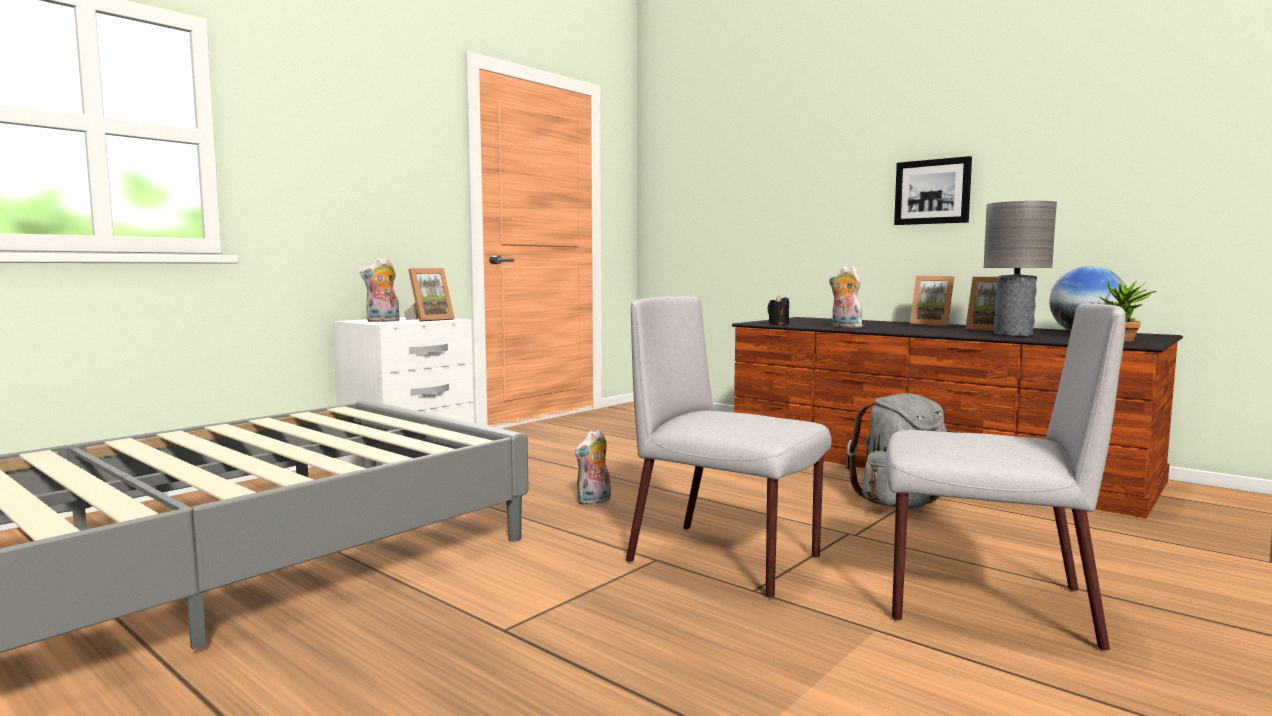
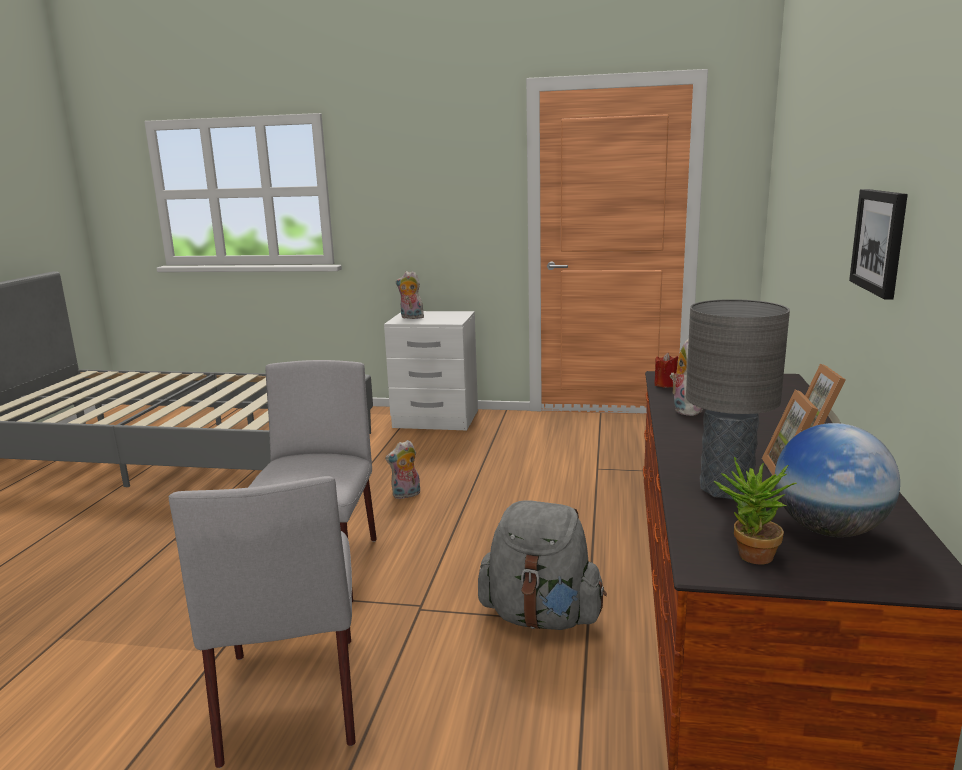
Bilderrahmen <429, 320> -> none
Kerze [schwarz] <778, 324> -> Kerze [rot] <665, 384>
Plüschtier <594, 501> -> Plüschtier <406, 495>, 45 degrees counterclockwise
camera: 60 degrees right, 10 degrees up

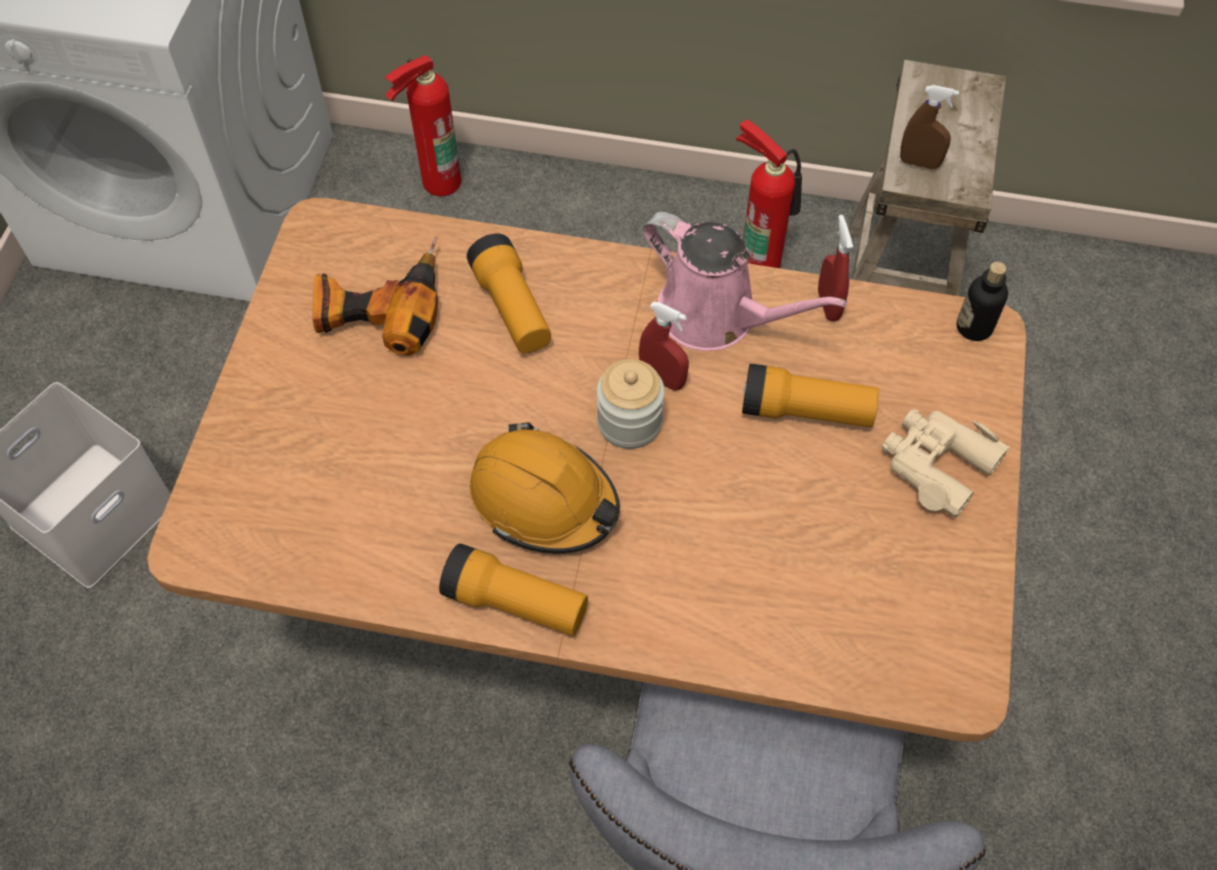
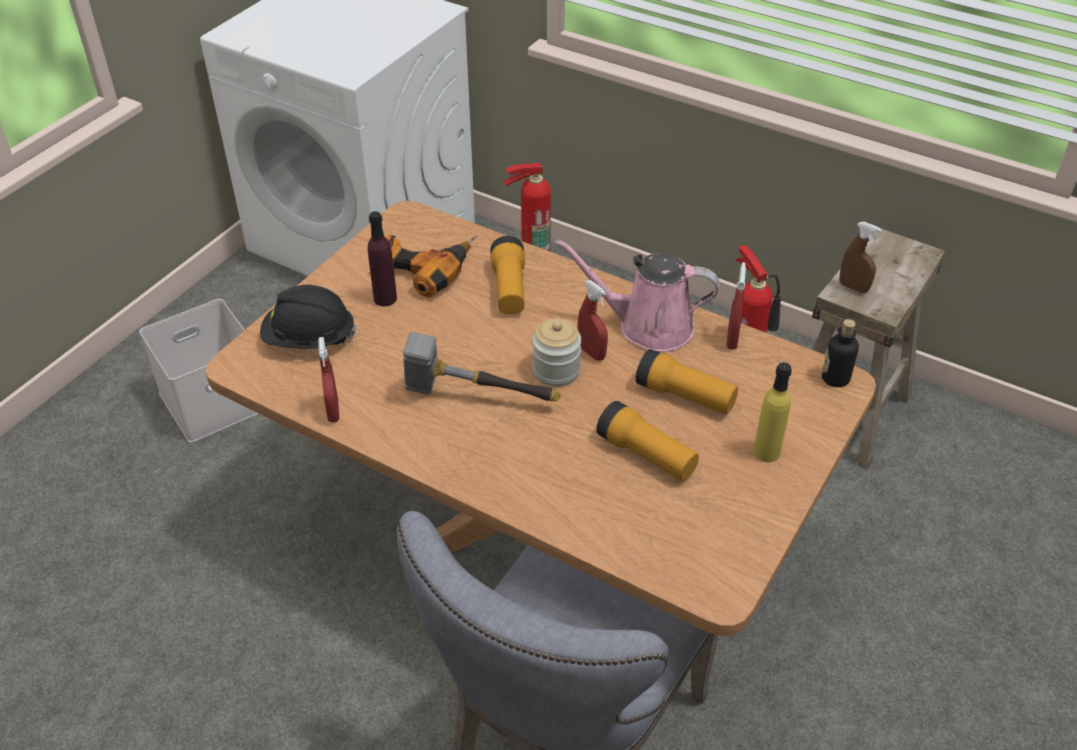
Gießkanne [rosa] <716, 316> -> Gießkanne [rosa] <648, 326>, 135 degrees clockwise
Fernglas [beige] <936, 464> -> Flasche [gelb] <766, 452>
Schutzhelm [orange] <544, 499> -> Hammer <475, 399>
Taschenlampe <515, 602> -> Taschenlampe <646, 455>, relocated
none -> Flasche [lila] <385, 298>
none -> Schutzhelm [schwarz] <309, 339>
none -> Sprühflasche [rot] <333, 411>
camera: 20 degrees right, 15 degrees down

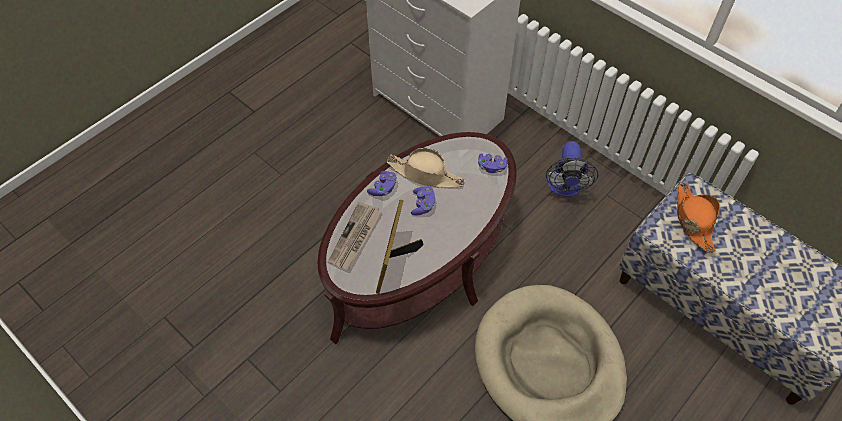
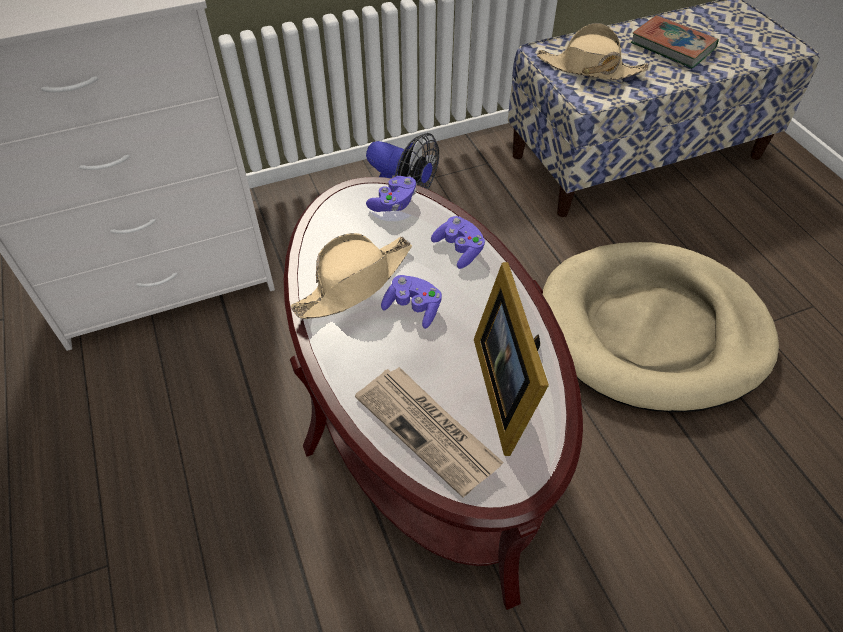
Gamepad [lila] <383, 188> -> Gamepad [lila] <459, 250>, relocated
Hut [orange] <693, 220> -> Hut [beige] <589, 68>
Bilderrahmen <395, 261> -> Bilderrahmen <507, 387>, 45 degrees clockwise
none -> Buch <672, 46>
camera: 65 degrees left, 5 degrees down

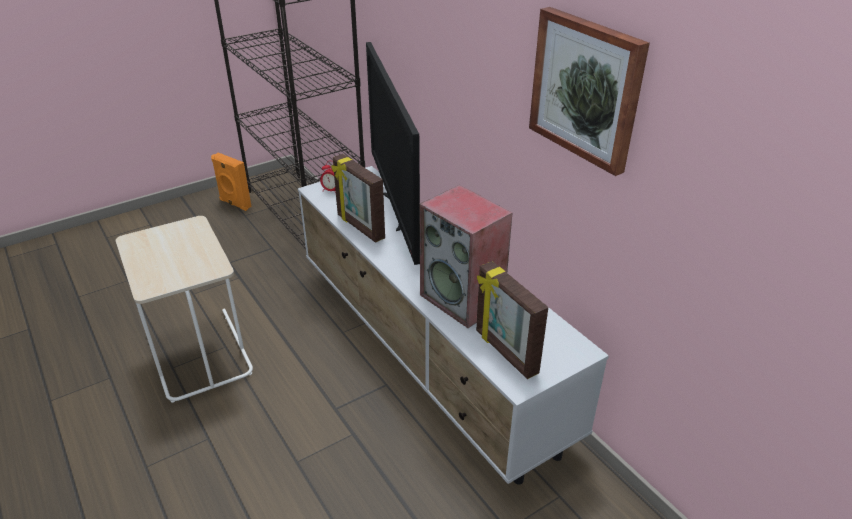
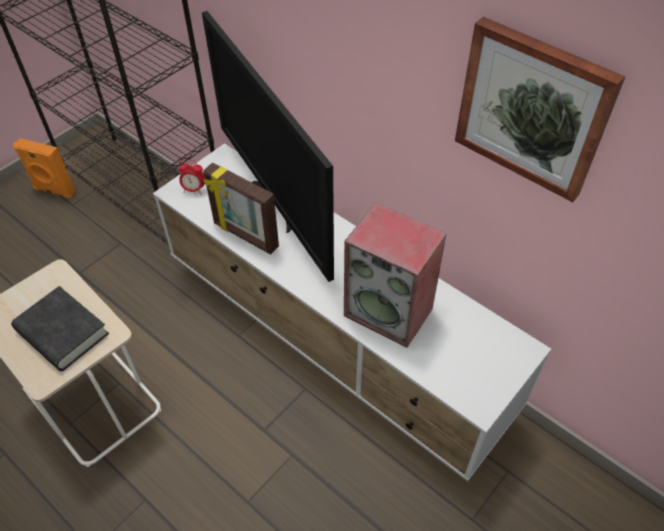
Bilderrahmen <505, 352> -> none
none -> Buch [schwarz] <62, 333>
camera: 15 degrees left, 15 degrees up

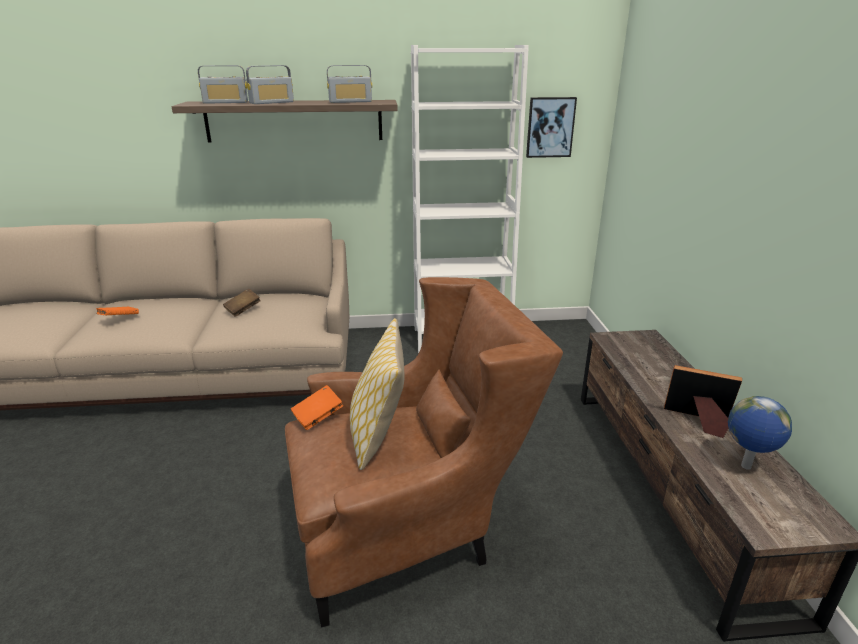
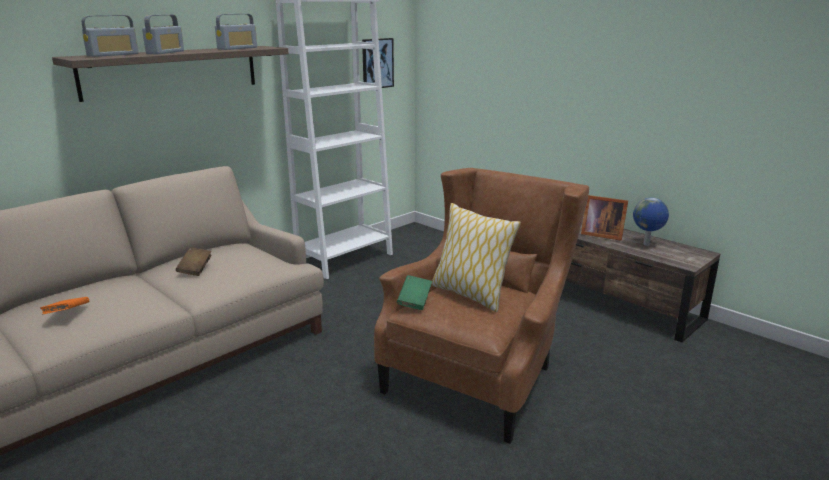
Bilderrahmen <697, 422> -> Bilderrahmen <600, 234>, 135 degrees counterclockwise
Buch [orange] <318, 417> -> Buch [grün] <414, 301>
camera: 40 degrees left, 5 degrees down

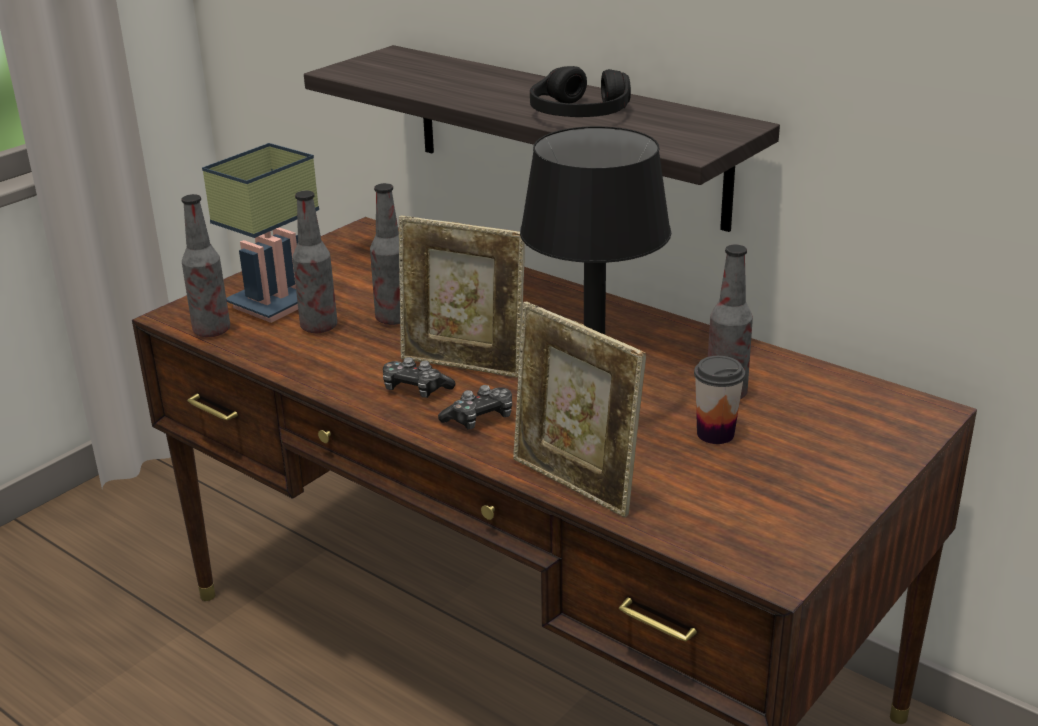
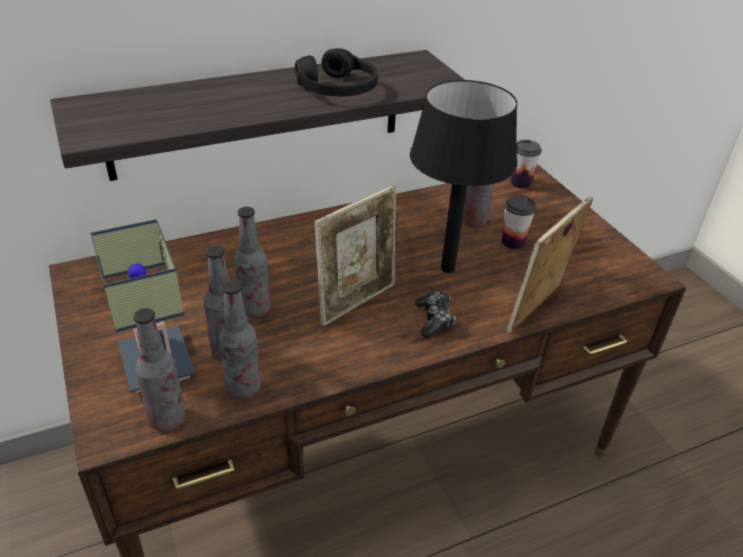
Bilderrahmen <575, 485> -> Bilderrahmen <537, 310>, 150 degrees clockwise
Gamepad <415, 389> -> none
none -> Tasse <520, 183>
none -> Flasche <243, 388>
camera: 65 degrees left, 10 degrees up

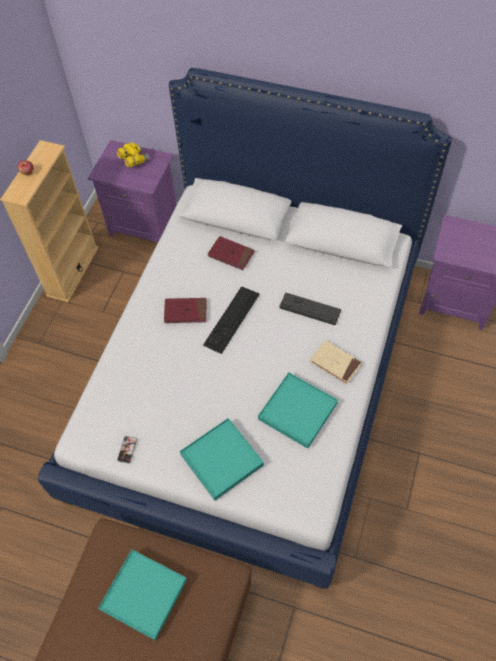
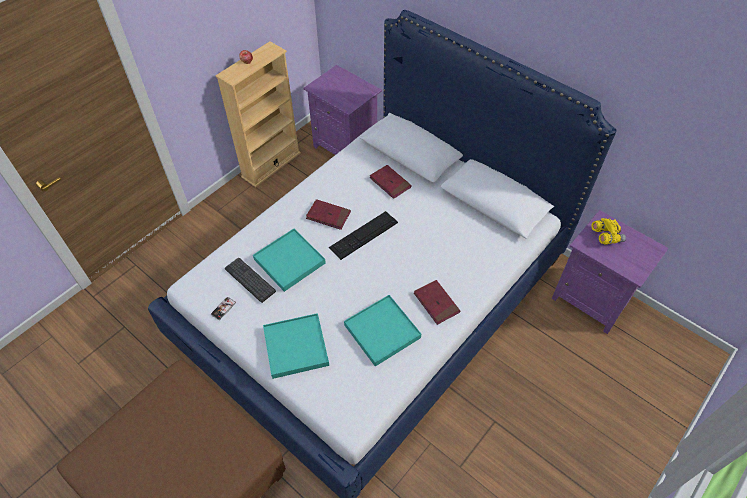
Fernglas [gelb] <134, 160> -> Fernglas [gelb] <605, 236>, relocated
Tastatur <310, 309> -> Tastatur <250, 280>, relocated
Buch [beige] <335, 363> -> Buch [rot] <436, 303>
Tablett [türkis] <144, 594> -> Tablett [türkis] <289, 261>, relocated
camera: 20 degrees right, 5 degrees down

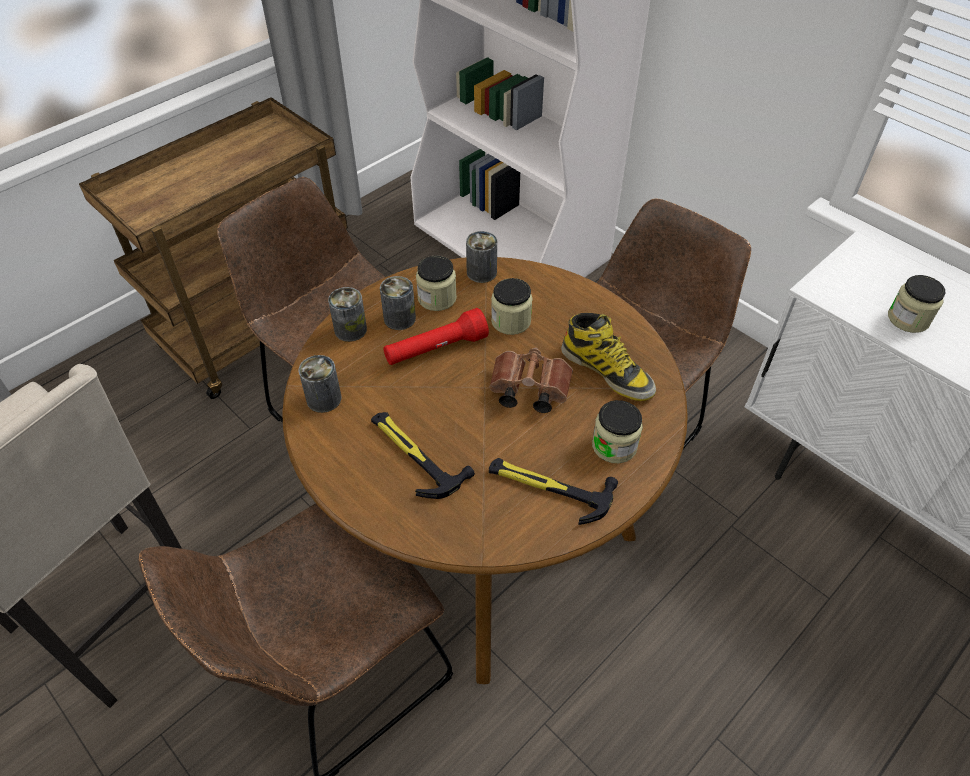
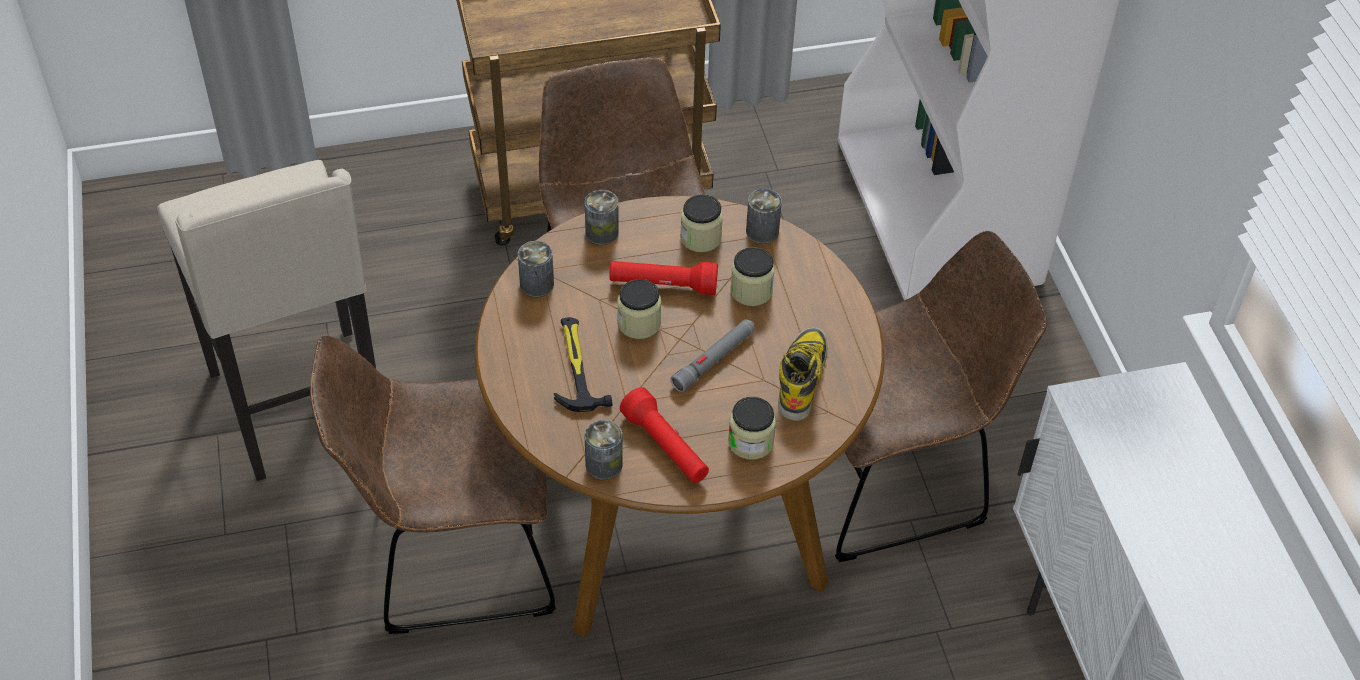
Vorratsglas <908, 319> -> Vorratsglas <639, 323>, relocated
Dose <399, 318> -> Dose <604, 464>, relocated
Stiefel <607, 371> -> Stiefel <801, 377>, 150 degrees counterclockwise
Fernglas [braun] <527, 390> -> Taschenlampe [grau] <714, 360>
Hammer <549, 488> -> Taschenlampe [rot] <666, 447>
camera: 30 degrees right, 0 degrees up

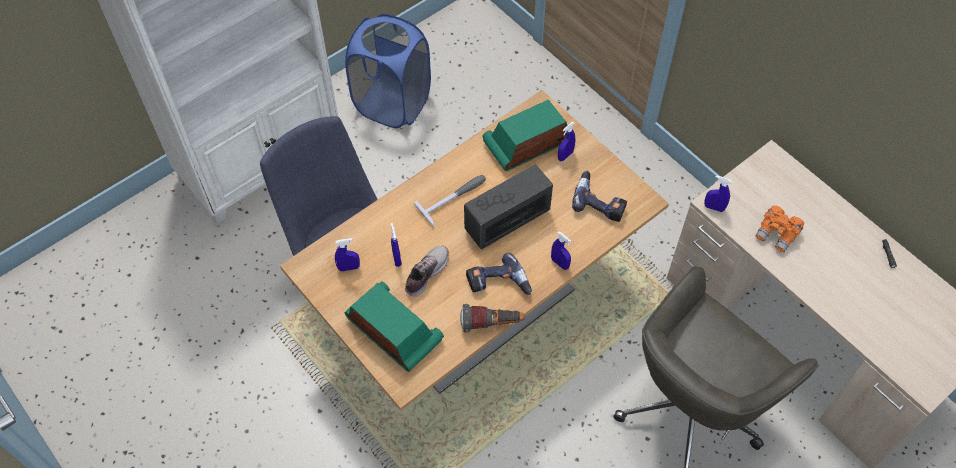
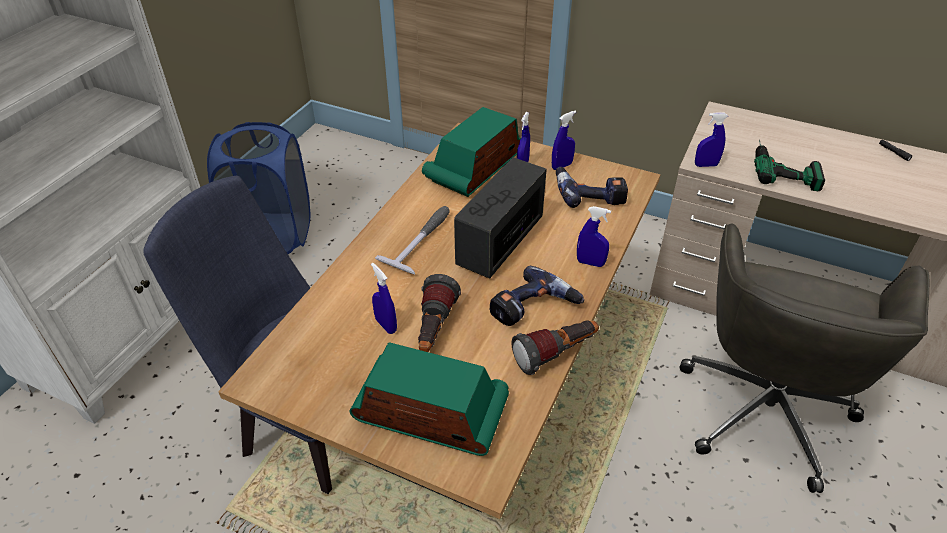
Fernglas [orange] <777, 234> -> Bohrmaschine <783, 167>
Sprühflasche [blau] <349, 268> -> Sprühflasche [blau] <562, 166>, relocated
Schuh <425, 274> -> Taschenlampe <434, 329>
camera: 25 degrees left, 15 degrees down

